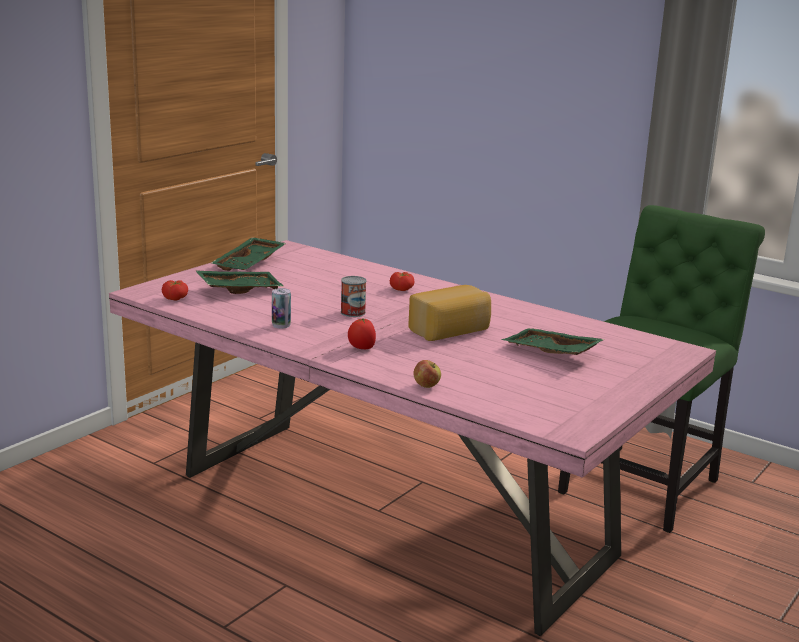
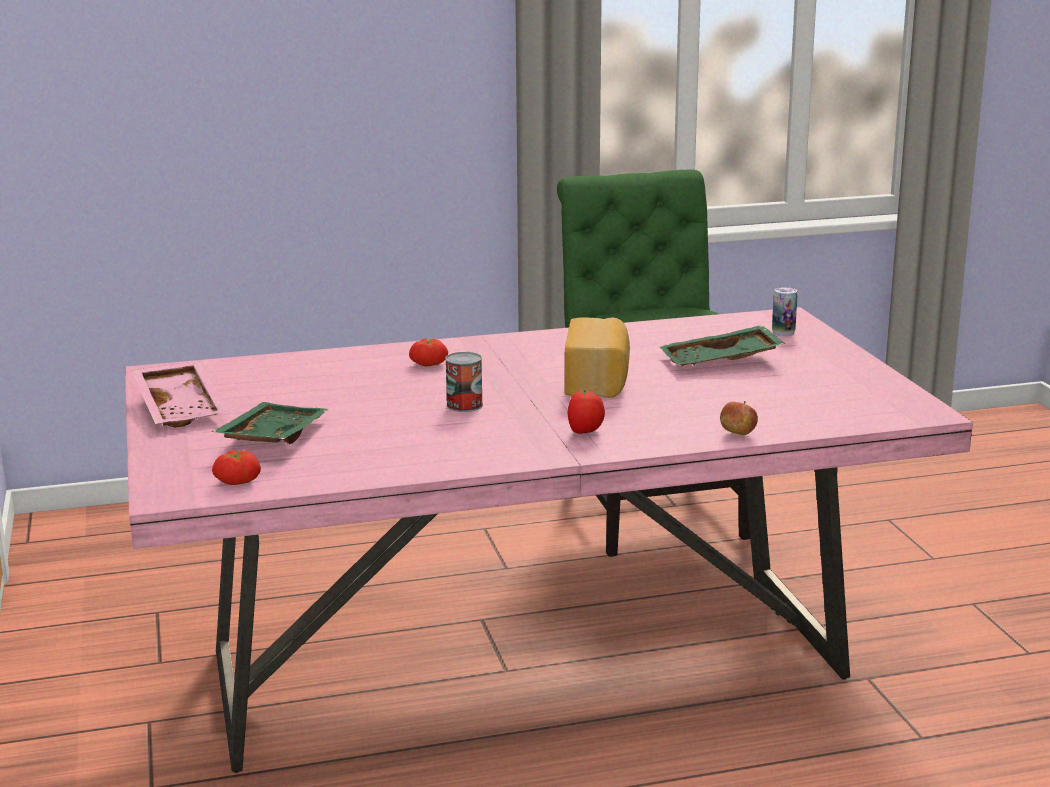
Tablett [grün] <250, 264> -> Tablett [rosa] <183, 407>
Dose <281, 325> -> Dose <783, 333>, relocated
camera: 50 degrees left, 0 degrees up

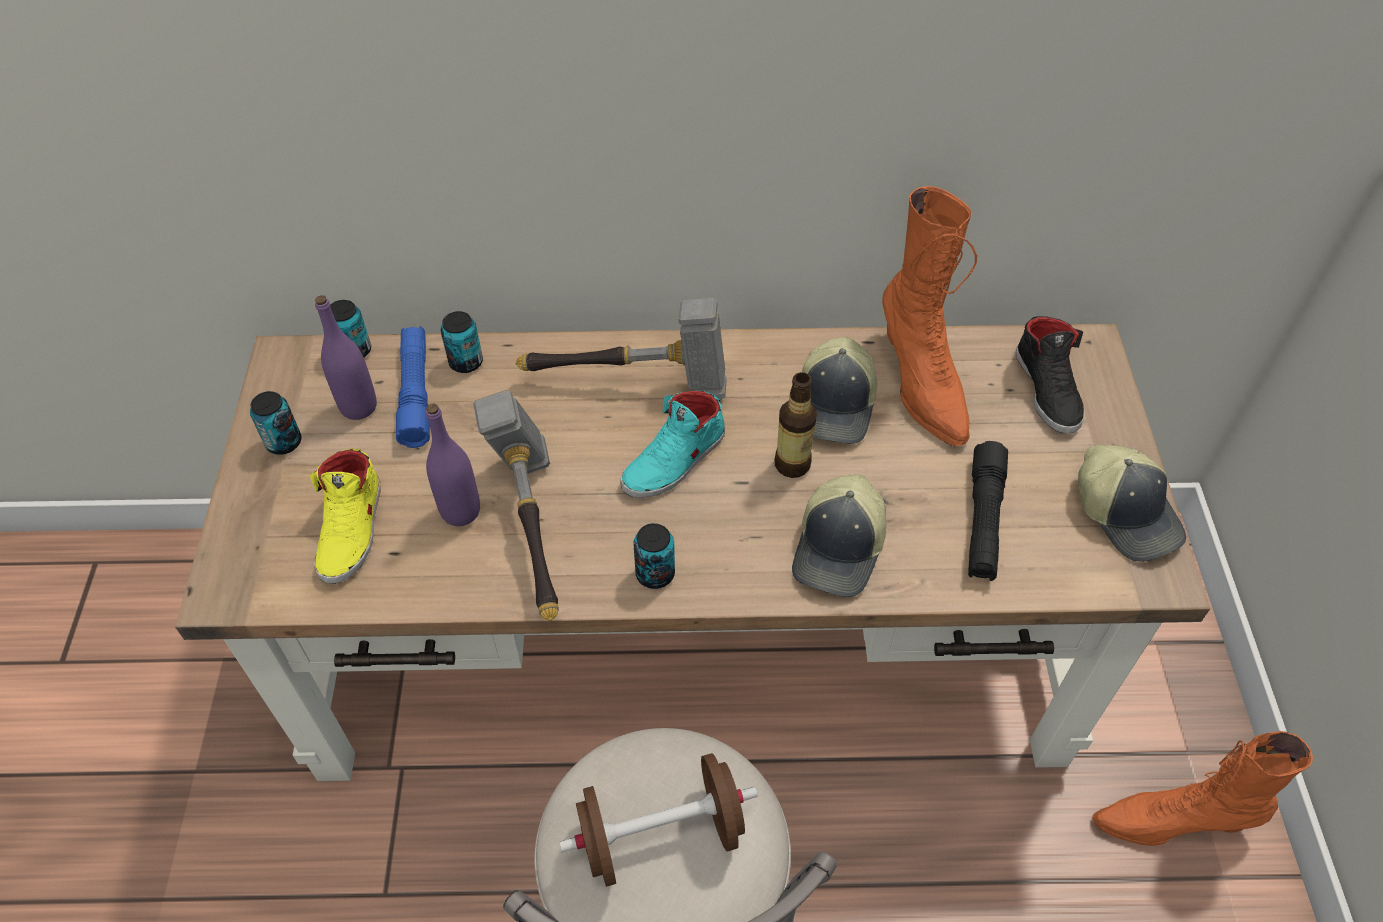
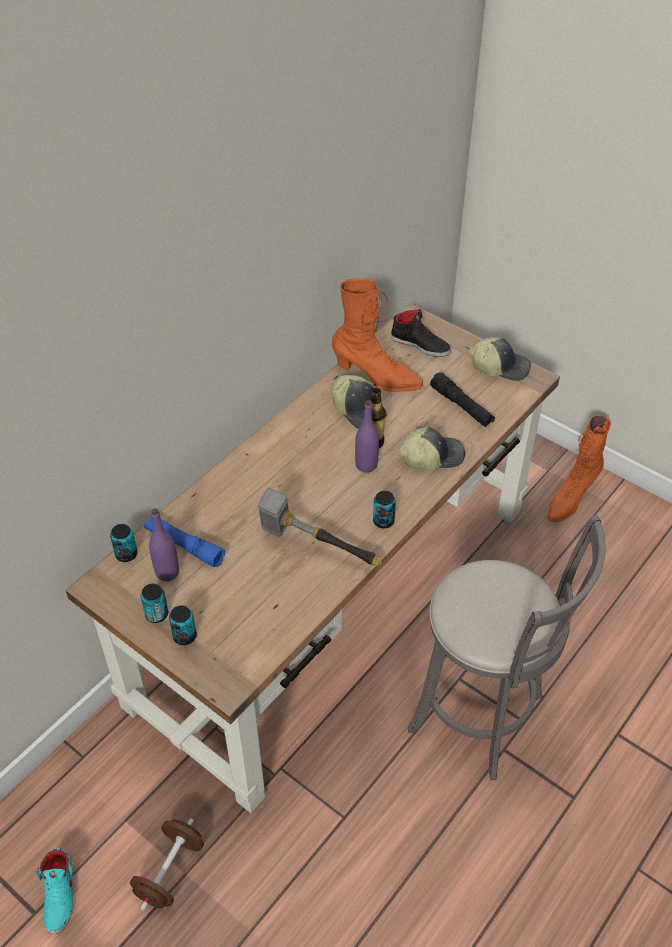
Hammer <631, 384> -> none
Dose <466, 362> -> Dose <185, 636>, relocated
Schuh [türkis] <675, 461> -> Schuh [türkis] <60, 894>, relocated
Flasche [lila] <460, 511> -> Flasche [lila] <366, 465>, relocated
Schuh [gelb] <352, 529> -> none
Kappe <840, 548> -> Kappe <431, 456>, 75 degrees counterclockwise
Hantel [braun] <660, 835> -> Hantel [braun] <170, 872>, relocated
camera: 50 degrees left, 5 degrees down

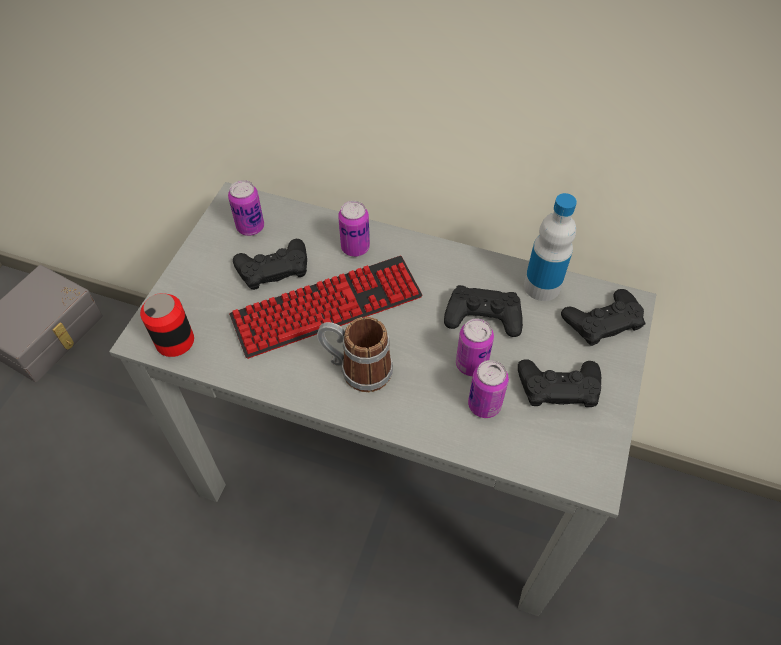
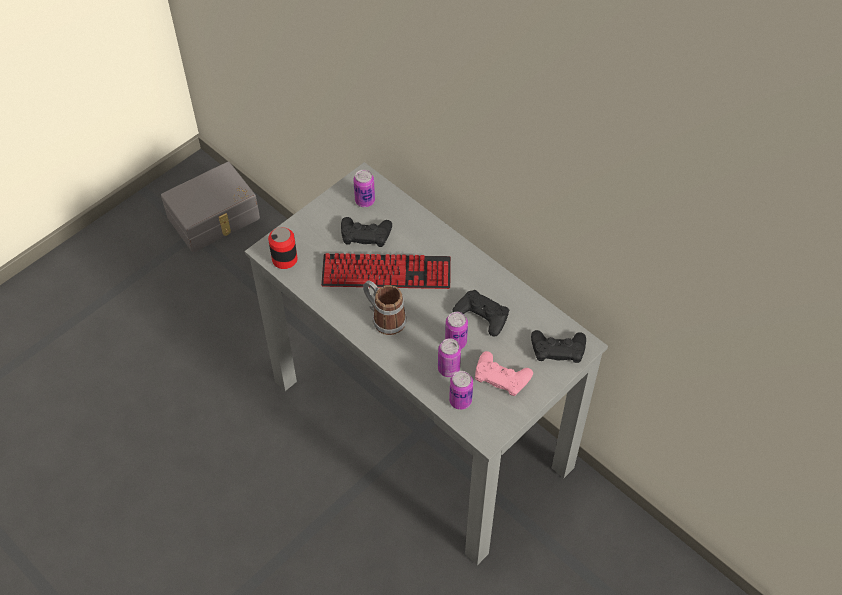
Flasche <542, 286> -> none
Dose <355, 247> -> Dose <460, 401>, relocated
Gamepad [schwarz] <558, 386> -> Gamepad [rosa] <501, 376>
camera: 25 degrees right, 0 degrees up

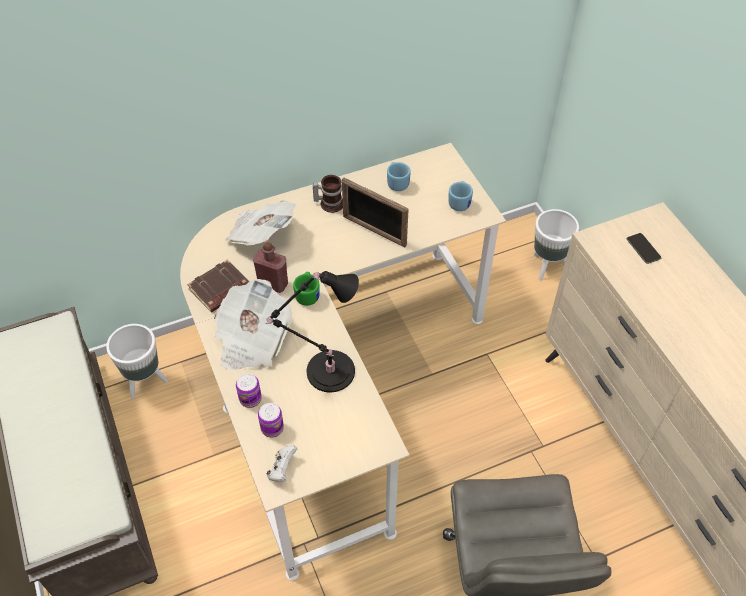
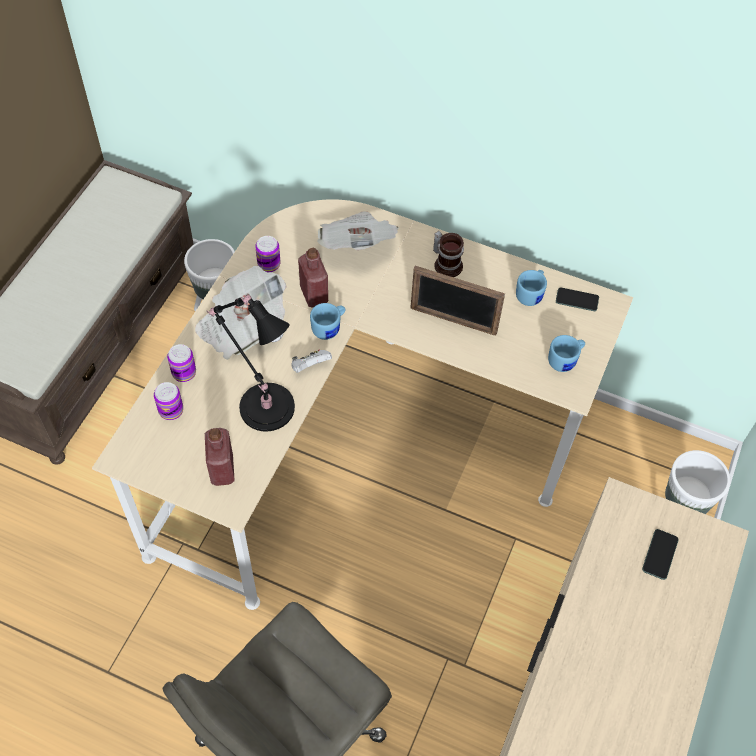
Bilderrahmen <374, 231> -> Bilderrahmen <453, 321>, 60 degrees counterclockwise
Buch [braun] <220, 290> -> Dose <269, 264>
Henkelbecher [grün] <308, 294> -> Henkelbecher [blau] <329, 328>
Gamepad [weiß] <282, 469> -> Gamepad [weiß] <310, 367>, relocated
none -> Handy <577, 300>
none -> Flasche [rot] <222, 470>
camera: 45 degrees right, 5 degrees up

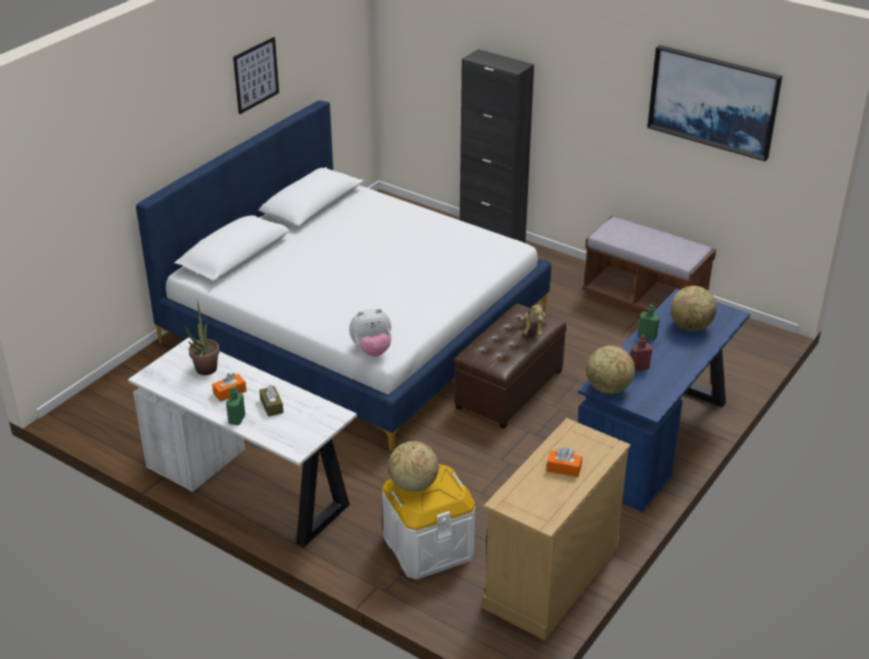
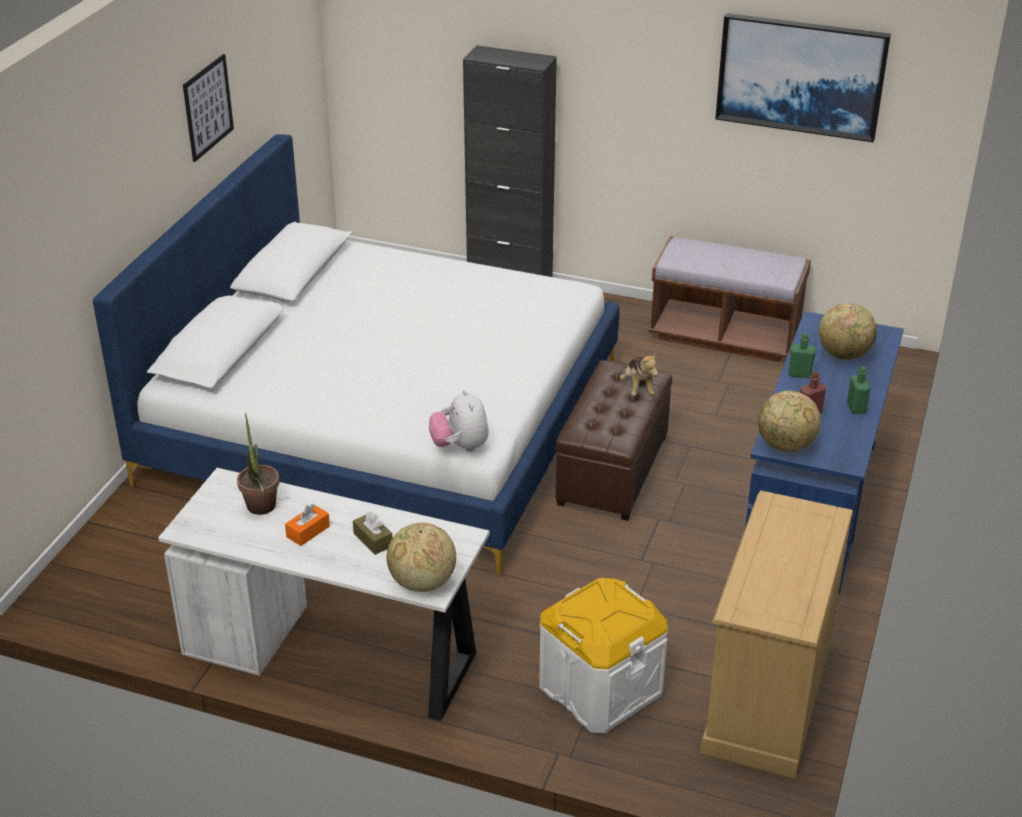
Plüschtier <372, 350> -> Plüschtier <460, 446>, 105 degrees clockwise
Flasche [grün] <237, 419> -> Flasche [grün] <856, 408>, relocated
Globus <413, 485> -> Globus <422, 583>, relocated
Taschentuchbox [orange] <563, 469> -> none
camera: 15 degrees left, 0 degrees up

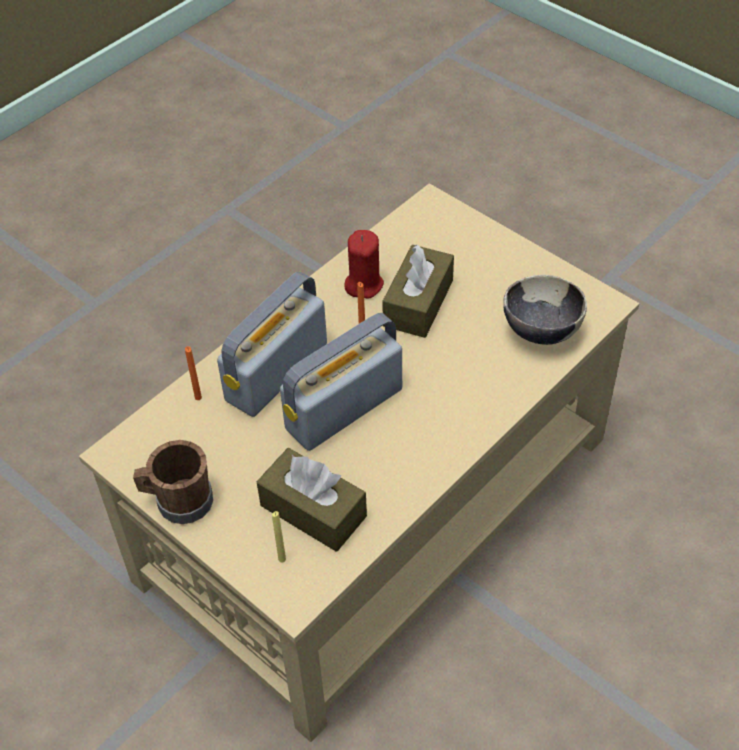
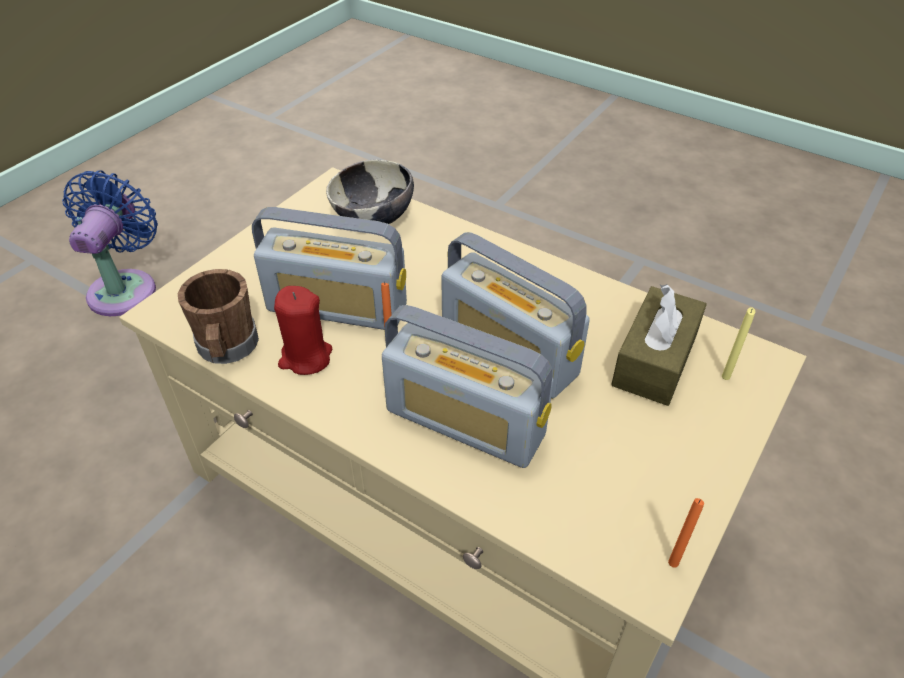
Taschentuchbox [braun] <418, 303> -> Radio <337, 307>
Kerze [orange] <198, 397> -> Kerze [orange] <673, 563>, relocated
Henkelbecher [braun] <178, 501> -> Henkelbecher [braun] <227, 348>, relocated
none -> Ventilator [blau] <125, 288>
camera: 100 degrees left, 5 degrees down

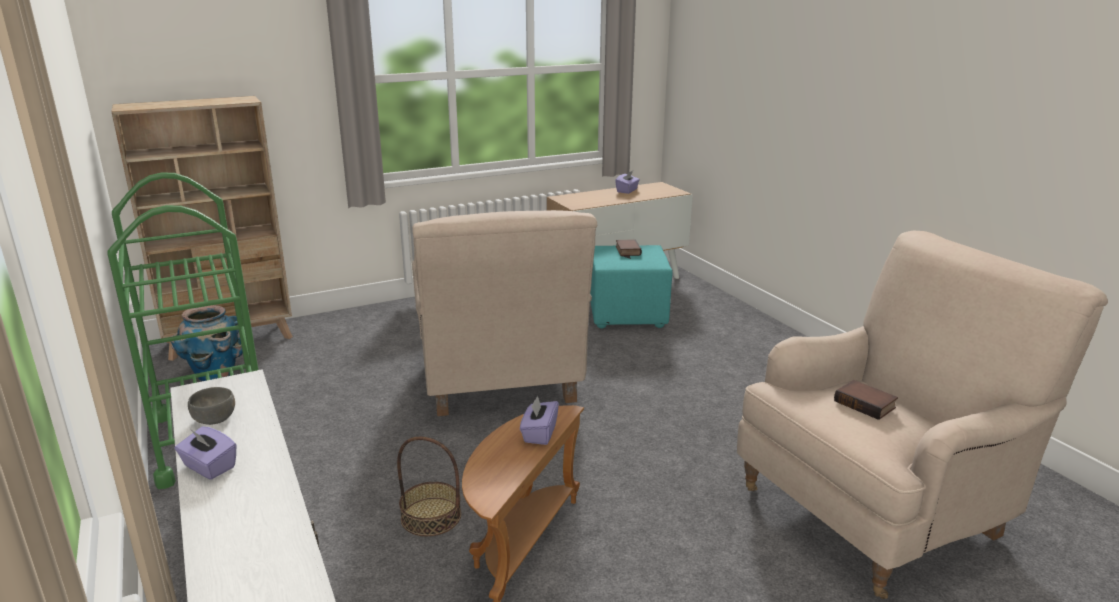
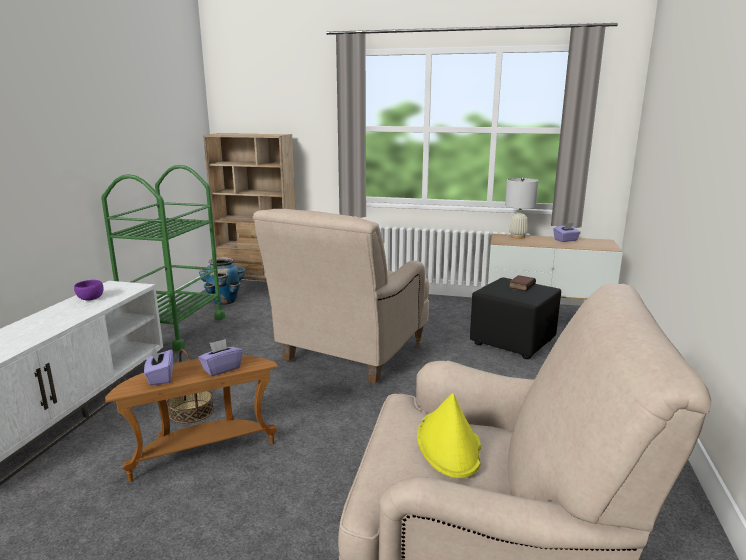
Polsterhocker [türkis] <628, 315> -> Polsterhocker [schwarz] <513, 342>
Buch <866, 404> -> Hut [gelb] <449, 445>
Schüssel [grau] <215, 419> -> Schüssel [lila] <91, 298>
Taschentuchbox [lila] <209, 467> -> Taschentuchbox [lila] <160, 377>, relocated
none -> Tischlampe [weiß] <517, 237>
camera: 40 degrees right, 5 degrees down

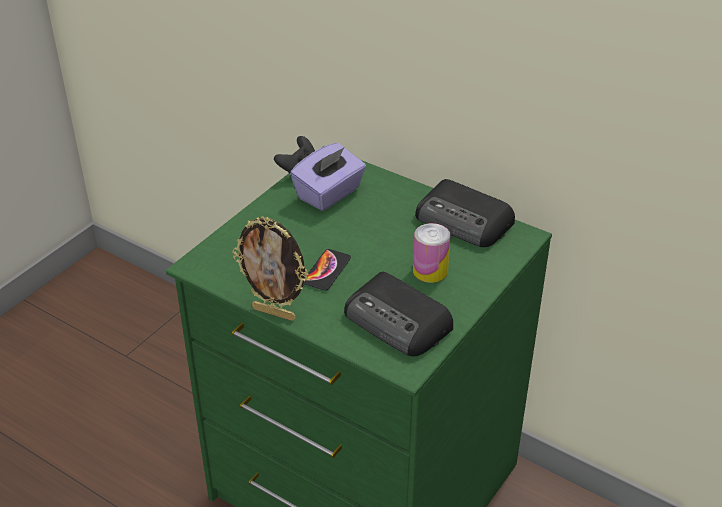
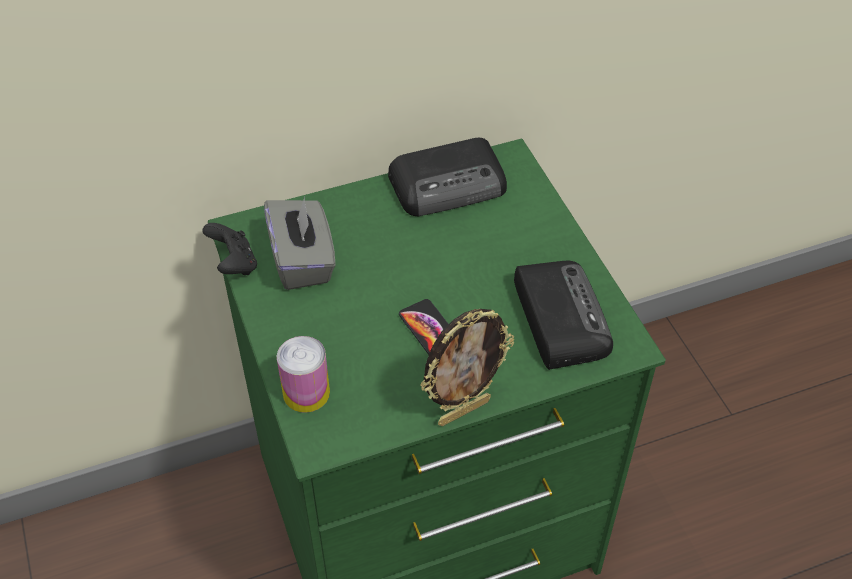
Taschentuchbox [lila] <329, 194> -> Taschentuchbox [grau] <303, 261>
Dose <430, 271> -> Dose <306, 393>, relocated
Radio <398, 322> -> Radio <559, 317>, 90 degrees counterclockwise
camera: 55 degrees left, 10 degrees up

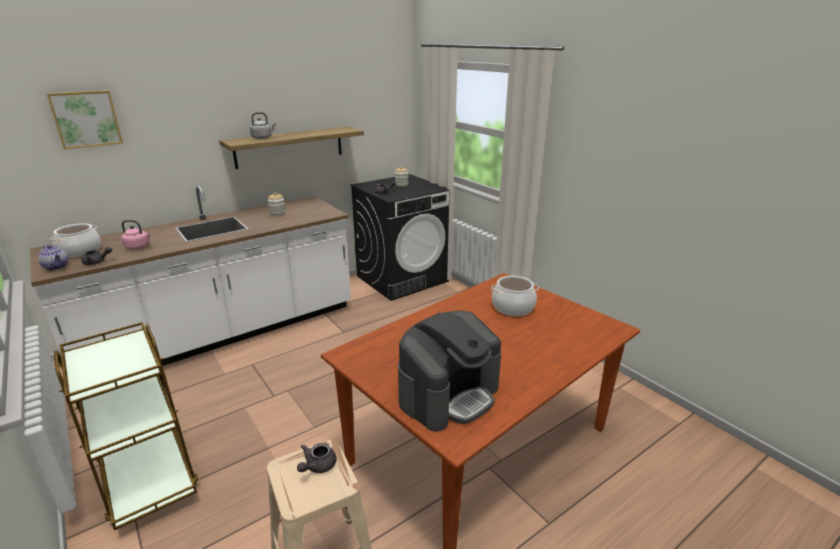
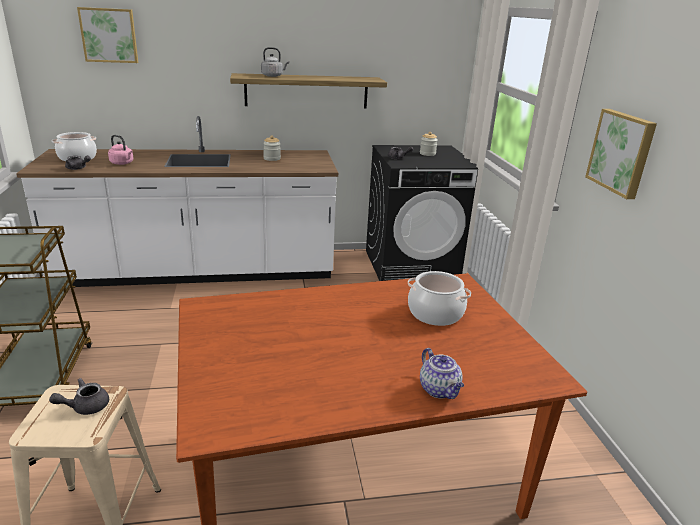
Teekanne <57, 267> -> Teekanne <440, 390>, relocated
Kaffeemaschine <449, 394> -> none
none -> Bild <622, 152>
camera: 25 degrees right, 0 degrees up

